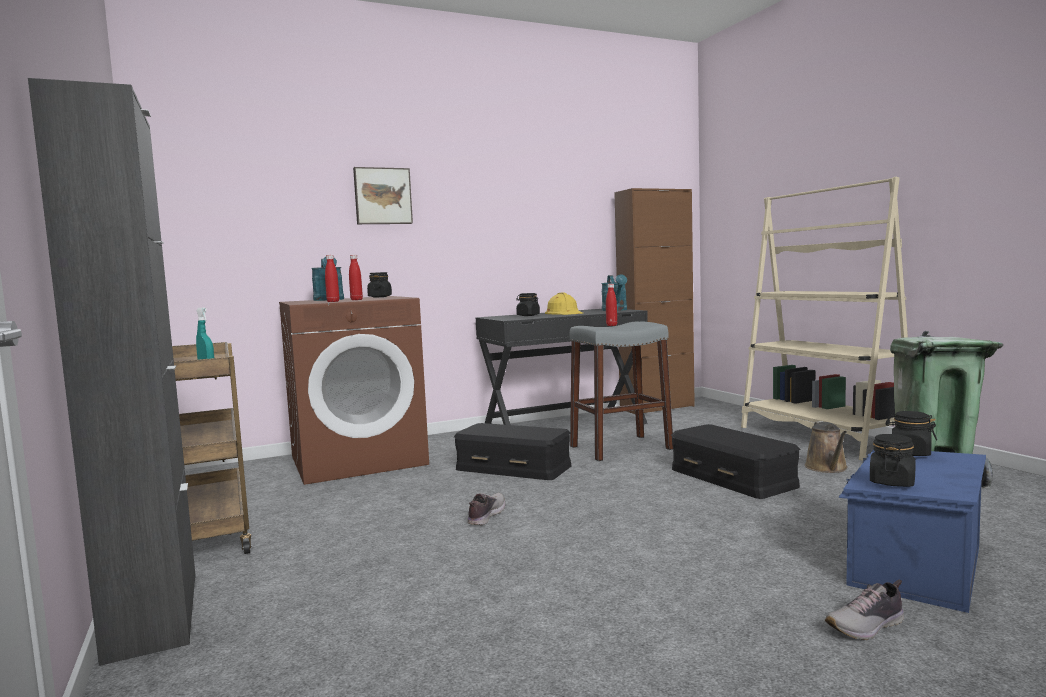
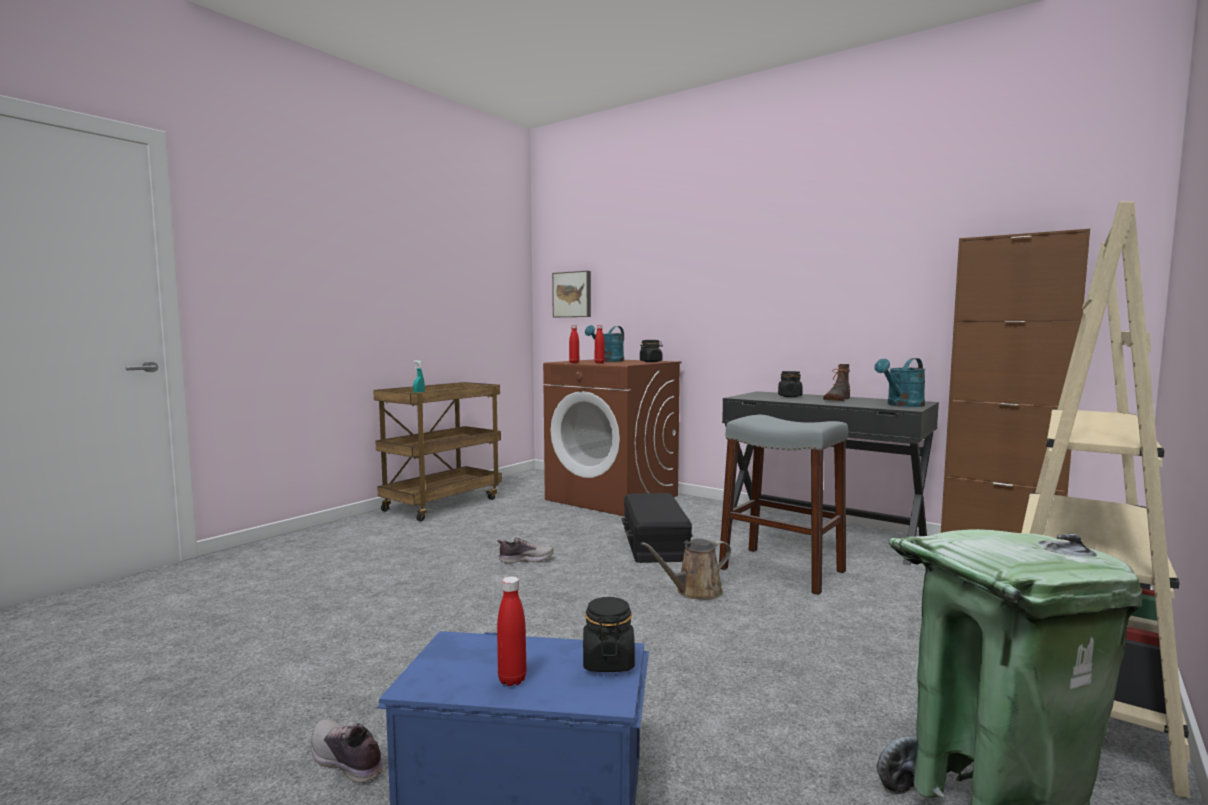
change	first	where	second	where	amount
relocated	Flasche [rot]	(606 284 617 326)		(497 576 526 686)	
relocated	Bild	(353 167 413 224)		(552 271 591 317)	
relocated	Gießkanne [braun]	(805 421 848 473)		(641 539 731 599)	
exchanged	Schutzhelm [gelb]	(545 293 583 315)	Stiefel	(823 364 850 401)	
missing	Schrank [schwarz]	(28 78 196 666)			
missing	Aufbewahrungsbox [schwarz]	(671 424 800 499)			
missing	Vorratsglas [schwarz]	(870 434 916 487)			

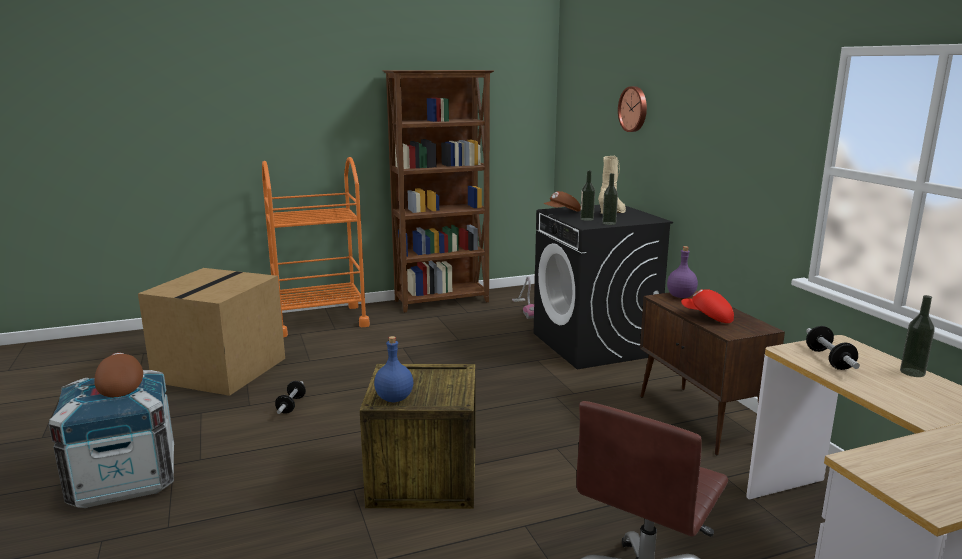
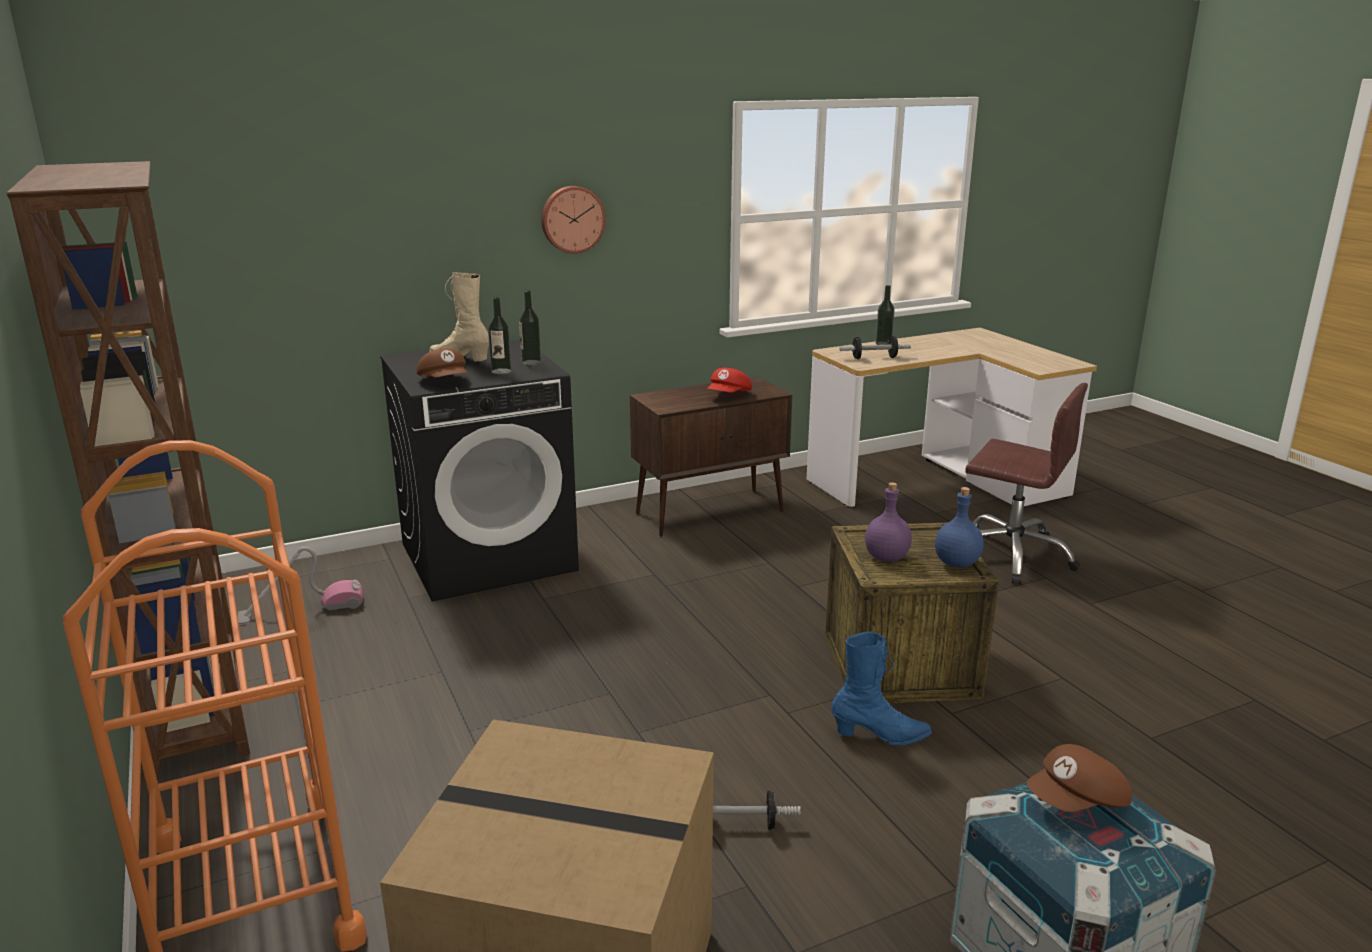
change	first	where	second	where	amount
relocated	Wanduhr	(618 86 647 132)		(541 186 606 254)	
appeared			Stiefel [blau]	(831 632 932 745)	
relocated	Flasche [lila]	(667 246 698 298)		(865 482 912 562)	

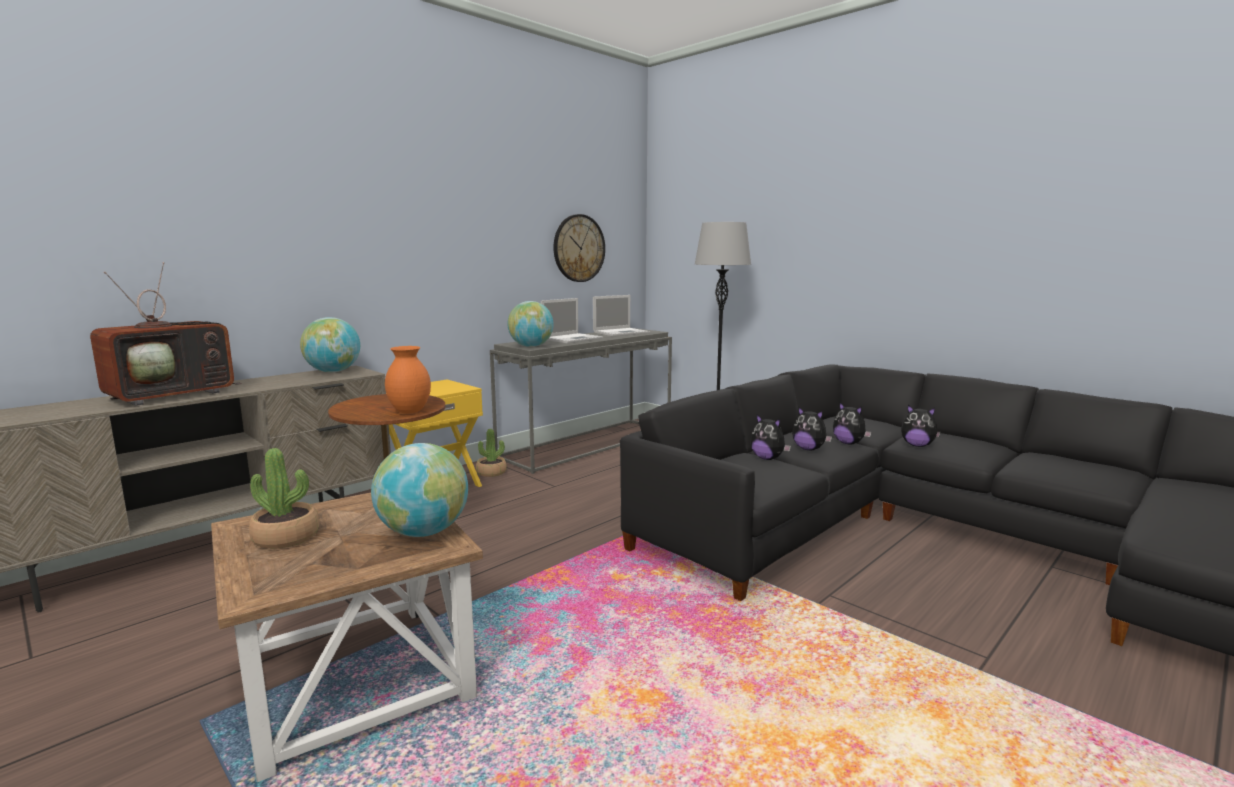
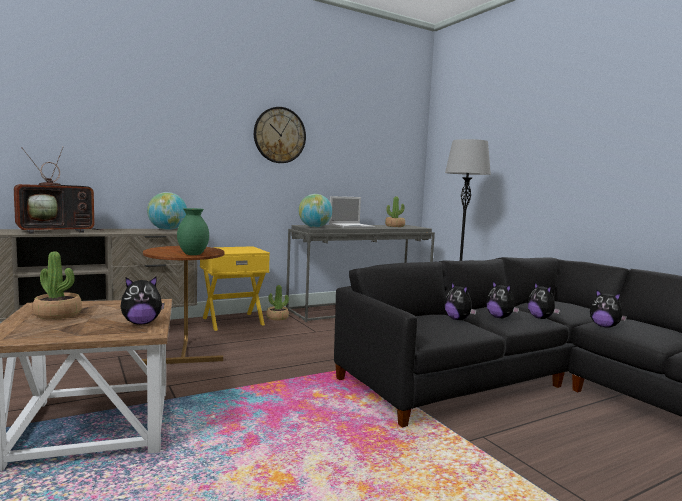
change	first	where	second	where	amount
exchanged	Globus	(371 443 468 537)	Plüschtier	(121 276 165 324)	
colour	Vase [orange]	(385 346 431 414)	Vase [grün]	(177 208 209 255)	
relocated	Wanduhr	(553 214 605 282)		(254 107 306 163)	
exchanged	Laptop	(593 295 650 336)	Topfpflanze	(385 196 405 227)	

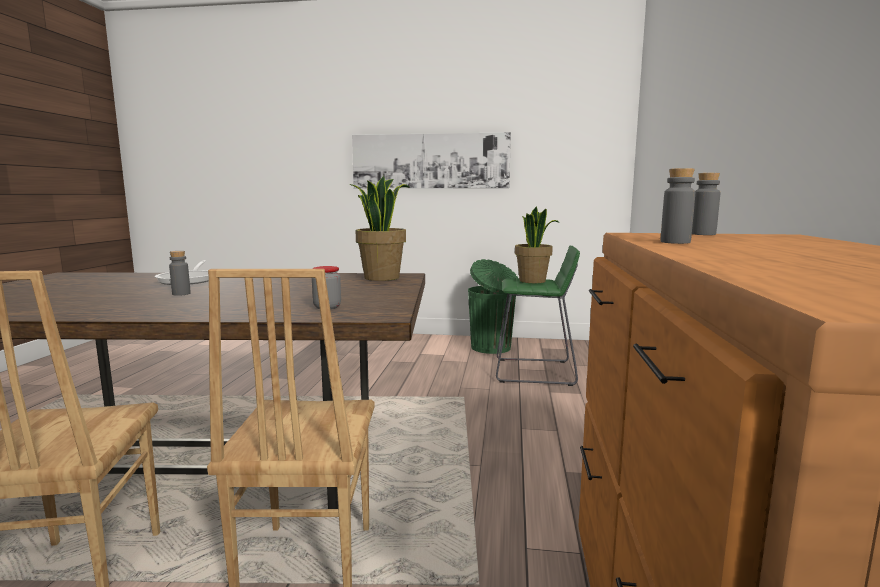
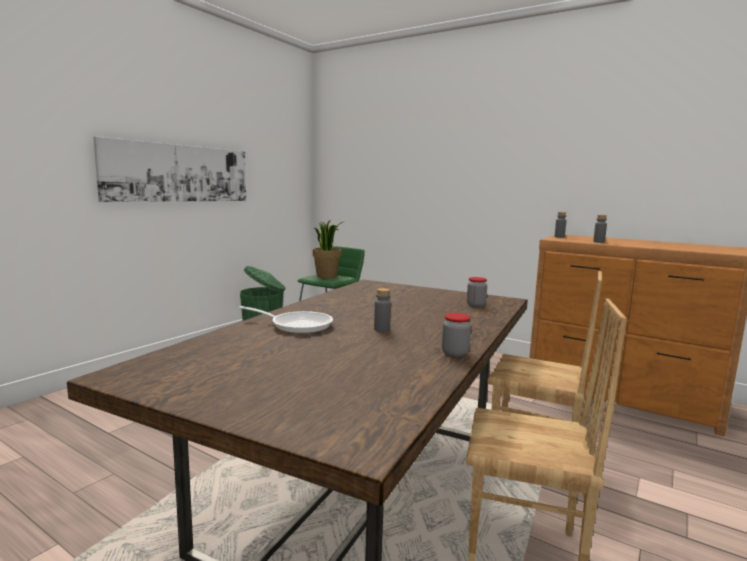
change	first	where	second	where	amount
appeared			Vorratsglas	(442 313 471 357)	
missing	Topfpflanze	(350 176 409 281)			

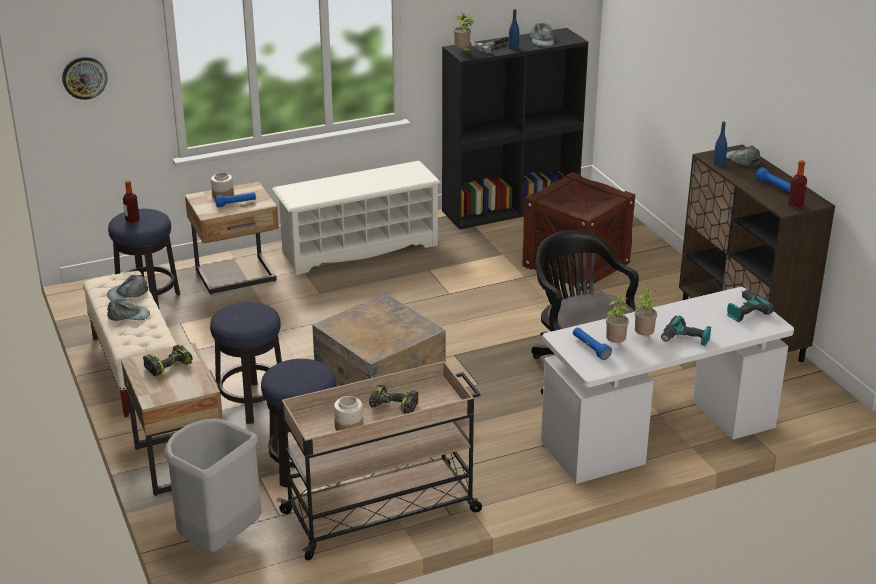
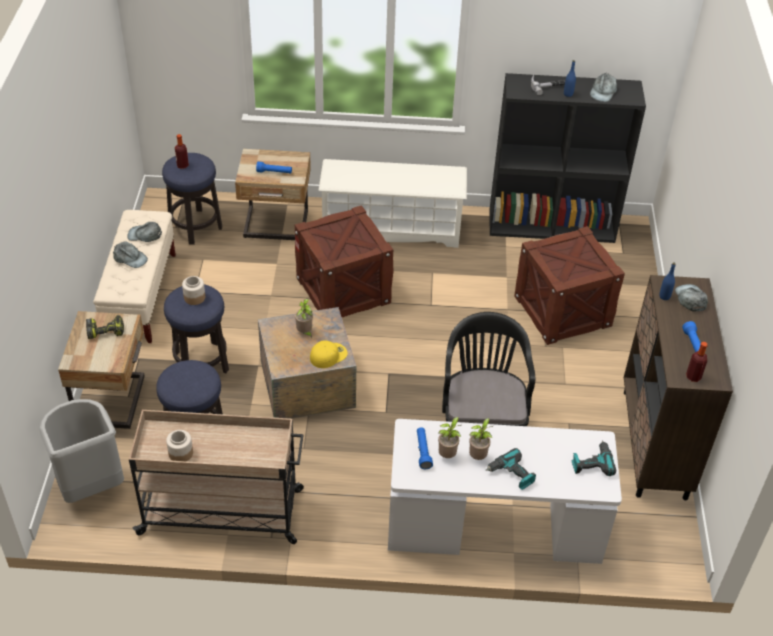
change	first	where	second	where	amount
relocated	Vorratsglas	(211 172 234 199)		(182 276 205 305)	
appeared			Kiste	(295 205 393 317)	
relocated	Topfpflanze	(453 13 474 52)		(295 299 313 339)	
appeared			Kappe [gelb]	(310 340 348 368)	
missing	Wanduhr	(62 57 107 100)			
missing	Bohrmaschine	(369 385 418 414)			

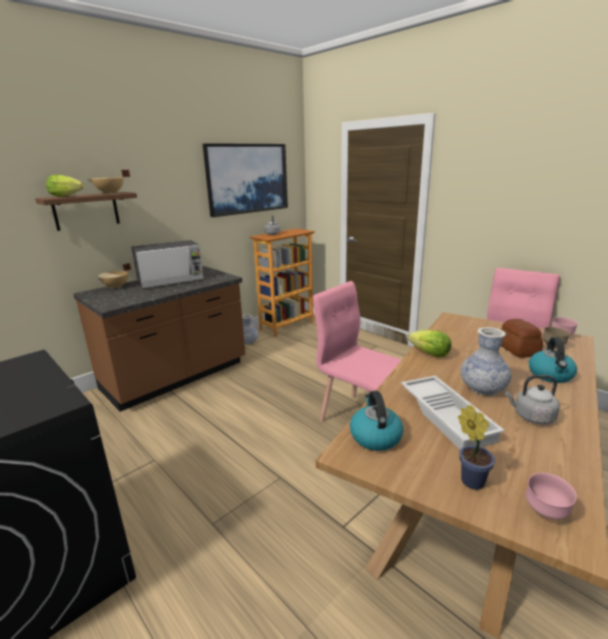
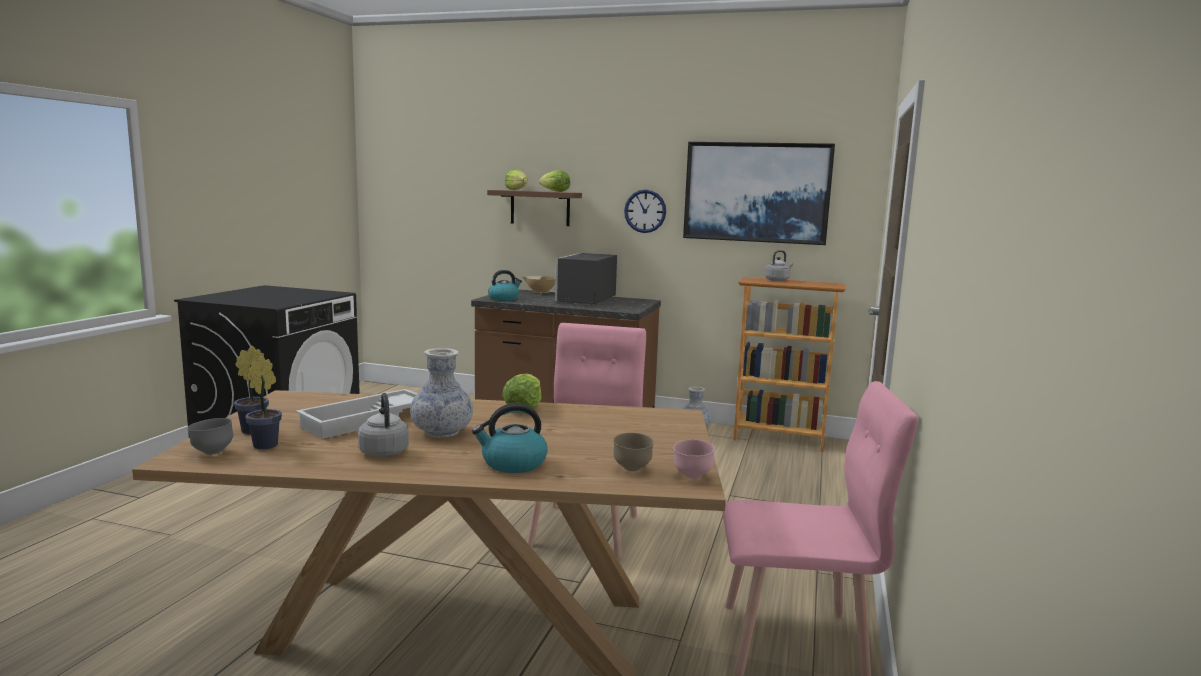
change	first	where	second	where	amount
colour	Schüssel [rosa]	(526 473 577 519)	Schüssel [grau]	(187 418 233 455)	
appeared			Topfpflanze	(245 356 282 449)	
relocated	Wasserkessel	(350 391 403 451)		(488 270 522 301)	
exchanged	Kochtopf [beige]	(88 170 130 194)	Salatkopf	(539 170 570 192)	
spun	Mikrowelle	(132 240 204 288)		(555 253 617 305)	75 degrees clockwise
appeared			Wanduhr	(624 190 666 233)	
missing	Brot	(500 319 543 358)			

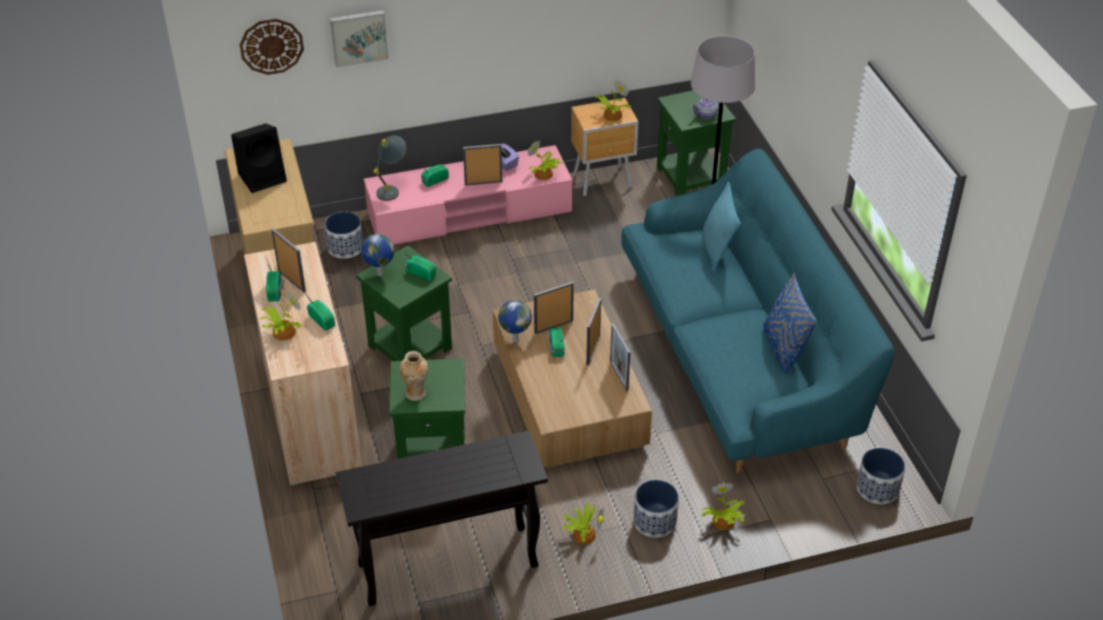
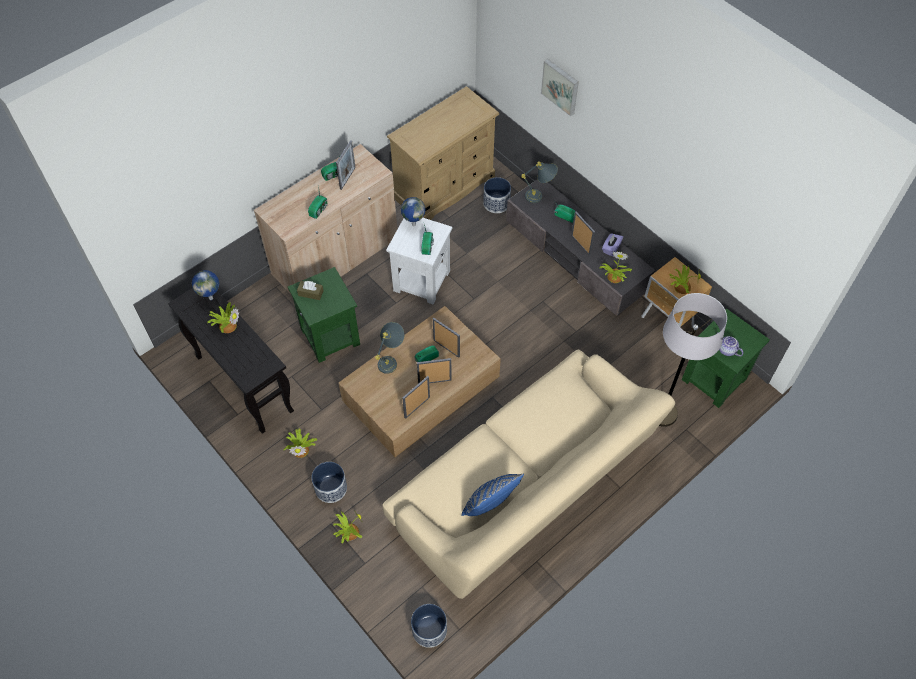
change	first	where	second	where	amount
relocated	Globus	(498 300 532 342)		(192 270 219 300)	
relocated	Topfpflanze	(261 292 301 341)		(207 302 239 333)	
exchanged	Vase	(400 351 428 401)	Taschentuchbox [braun]	(297 281 324 300)	
appeared			Tischlampe [grau]	(375 322 405 374)	
colour	Sofa [türkis]	(621 149 895 474)	Sofa [beige]	(382 350 675 599)	
colour	Beistelltisch [grün]	(356 246 452 361)	Beistelltisch [weiß]	(386 218 452 305)	
colour	Fernsehschrank [rosa]	(364 145 572 245)	Fernsehschrank [grau]	(506 179 655 316)	
missing	Lautsprecher [schwarz]	(231 123 287 193)			
missing	Wanduhr	(240 19 304 75)			
missing	Kissen [türkis]	(703 182 741 272)			

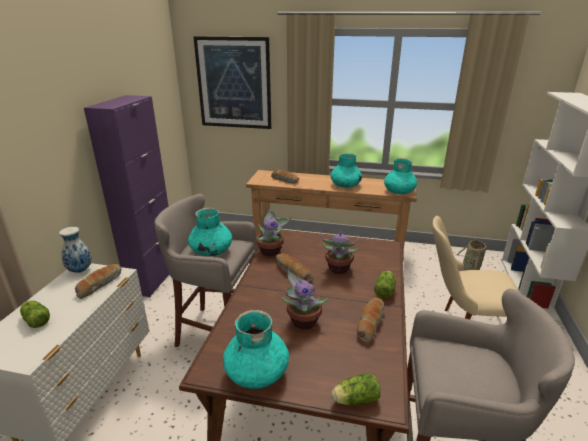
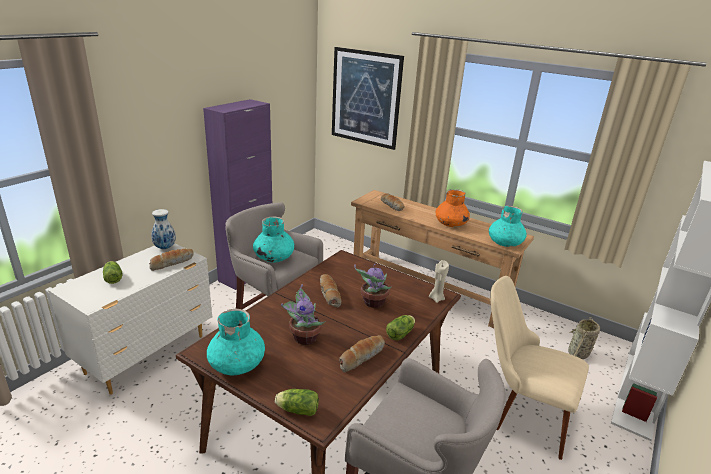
change	first	where	second	where	amount
appeared			Kerze [beige]	(429 260 449 303)	
colour	Vase [türkis]	(331 153 362 188)	Vase [orange]	(436 189 470 227)	
missing	Topfpflanze	(256 207 291 256)			

